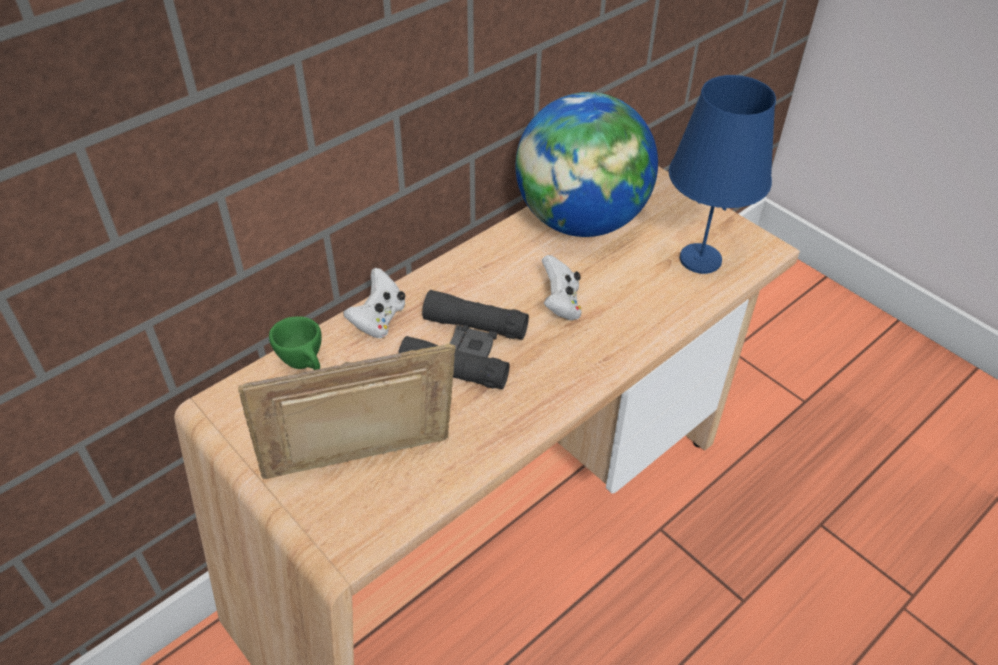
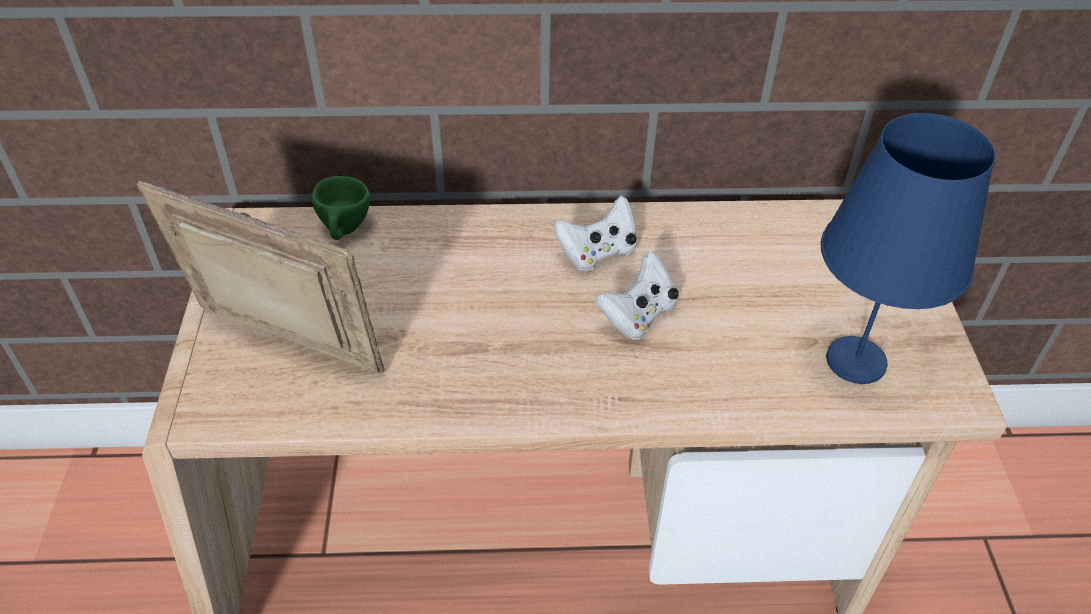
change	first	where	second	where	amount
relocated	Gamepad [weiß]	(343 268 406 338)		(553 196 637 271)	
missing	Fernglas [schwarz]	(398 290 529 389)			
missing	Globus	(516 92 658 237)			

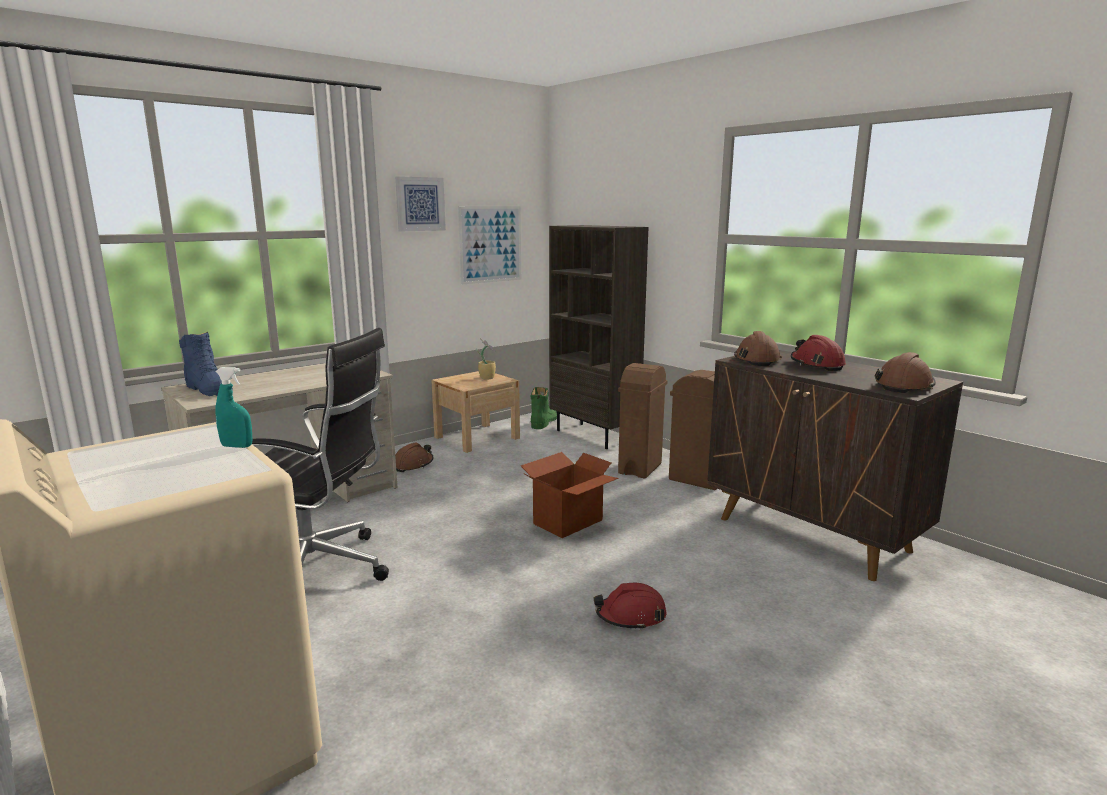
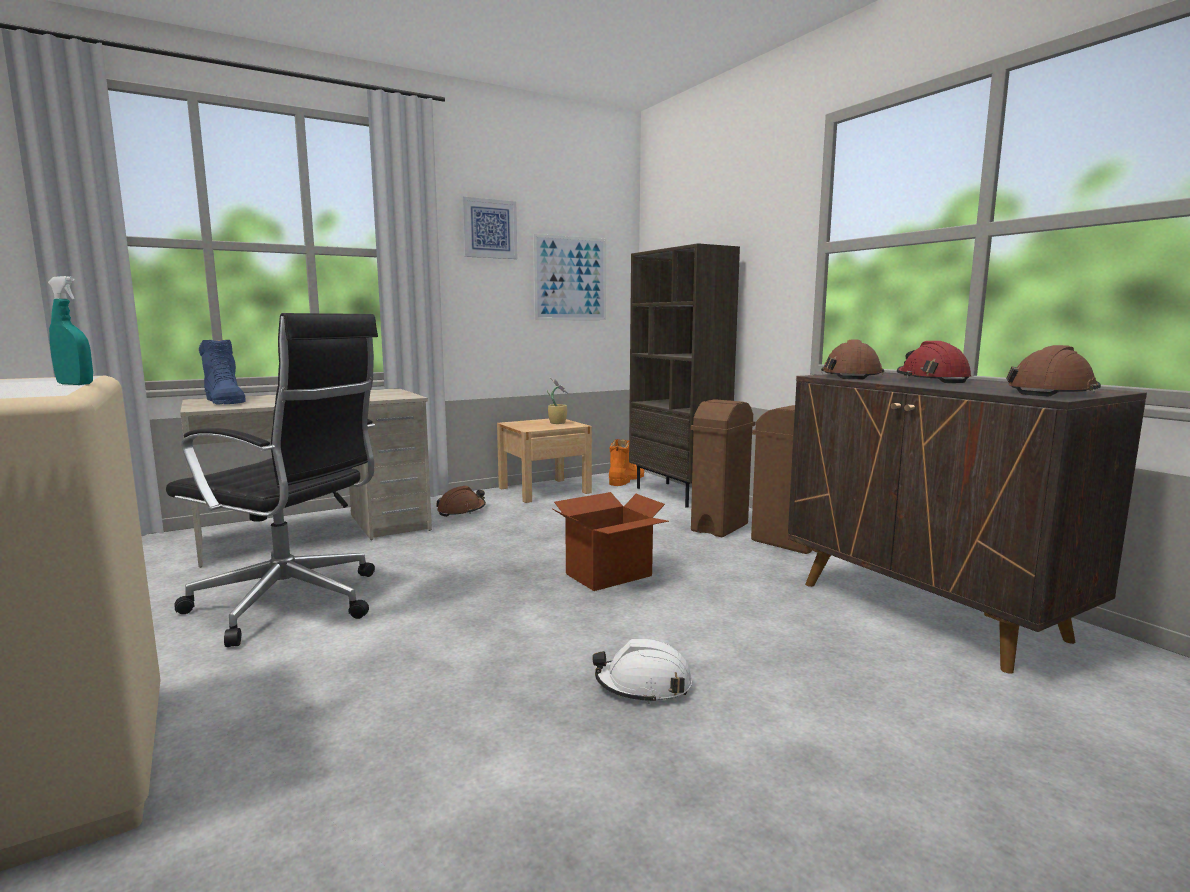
change	first	where	second	where	amount
colour	Schutzhelm [rot]	(594 583 667 631)	Schutzhelm [weiß]	(592 639 692 704)	
colour	Stiefel [grün]	(530 387 557 429)	Stiefel [orange]	(609 439 644 486)	

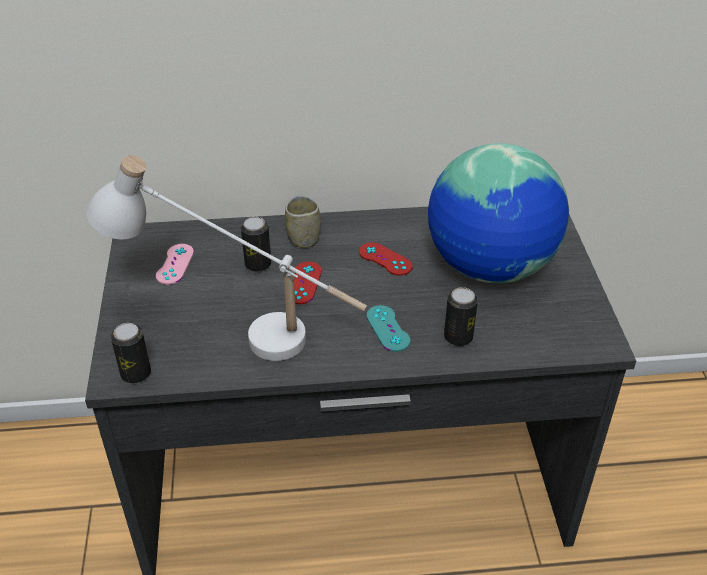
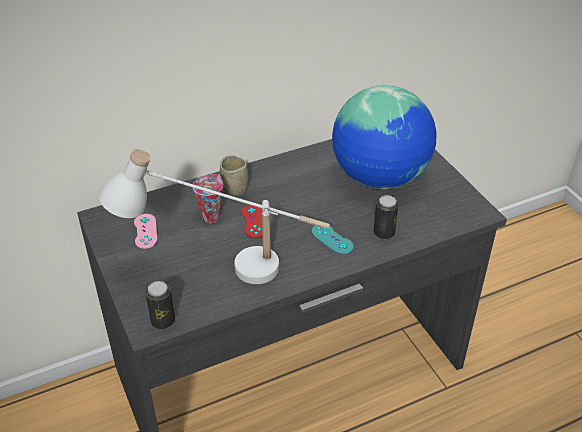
change	first	where	second	where	amount
exchanged	Dose	(241 217 271 272)	Tasse	(193 174 223 223)	
missing	Gamepad [rot]	(359 243 413 275)			

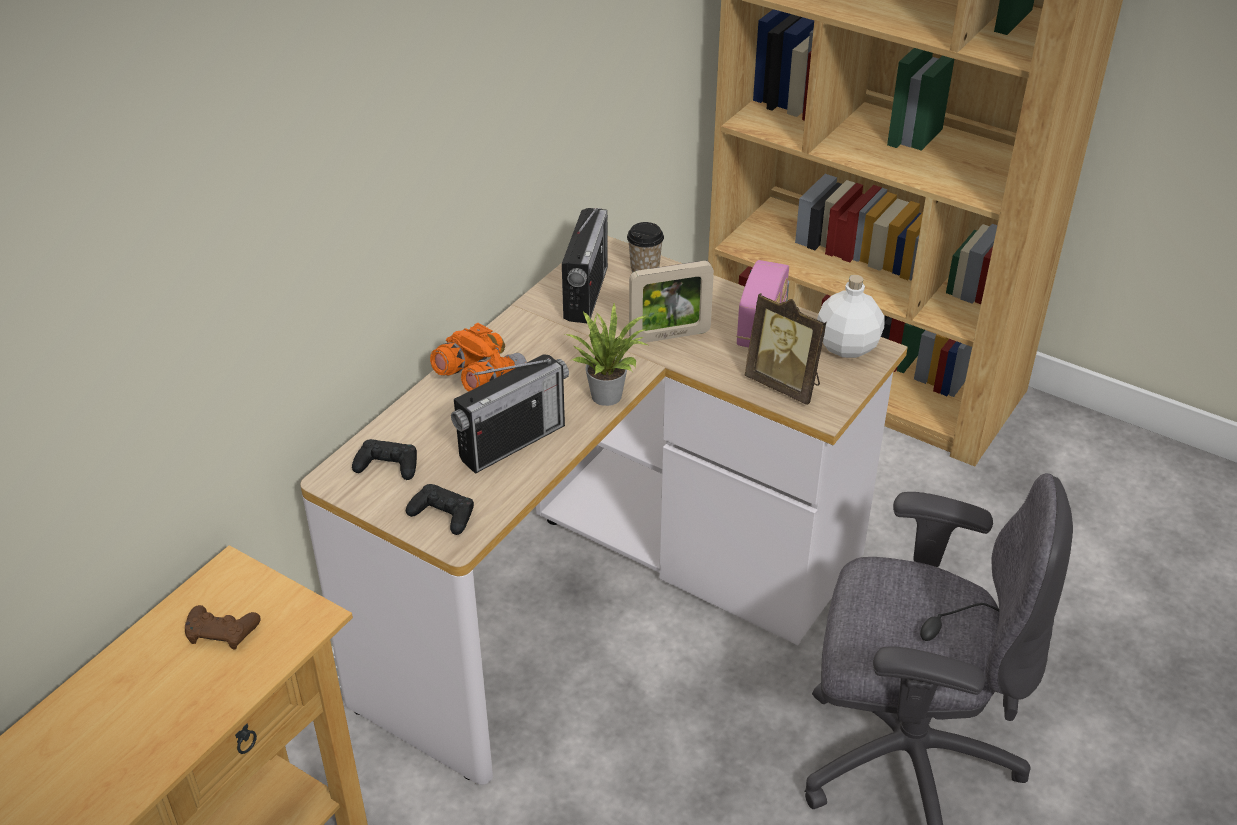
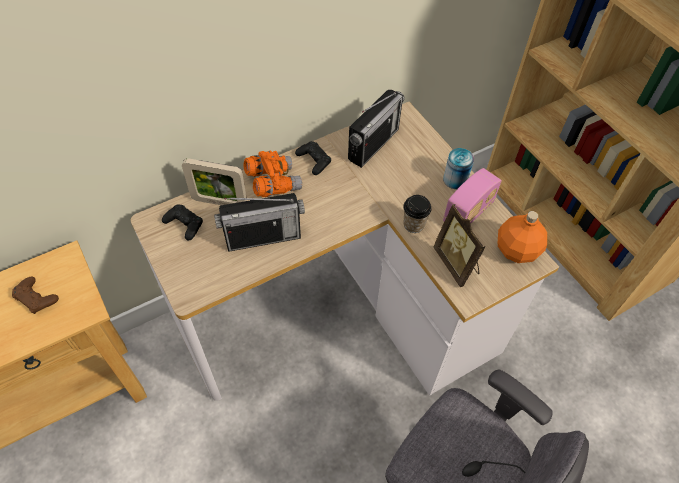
change	first	where	second	where	amount
relocated	Bilderrahmen	(629 261 714 343)		(182 158 247 205)	
relocated	Gamepad [schwarz]	(406 484 474 535)		(295 141 331 175)	
relocated	Tasse	(627 222 664 272)		(403 195 432 233)	
appeared			Dose	(443 148 474 189)	
colour	Flasche [weiß]	(817 275 884 358)	Flasche [orange]	(498 211 547 263)	
missing	Topfpflanze	(565 302 648 406)			

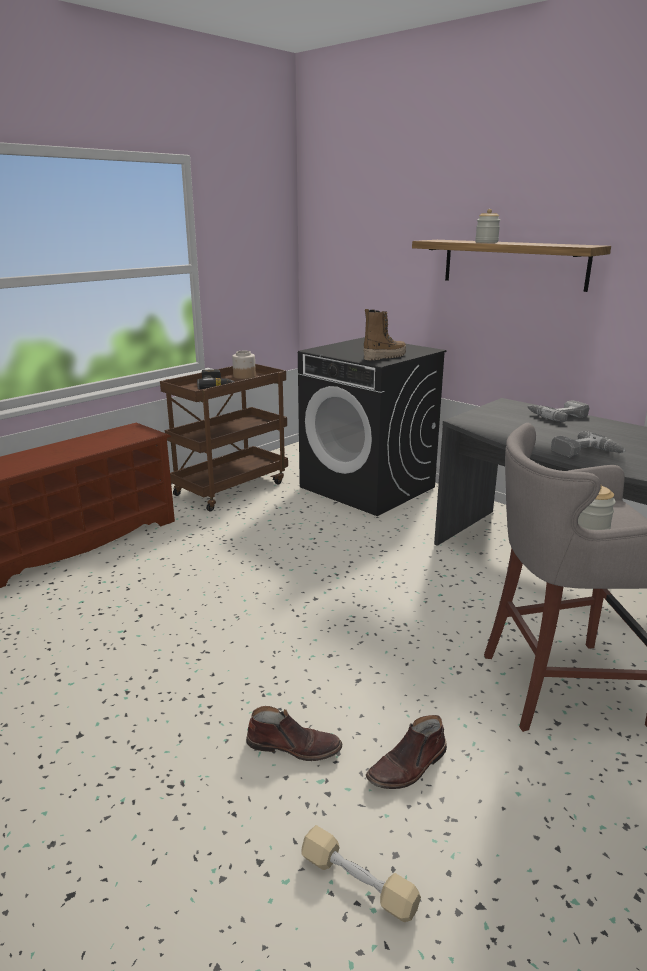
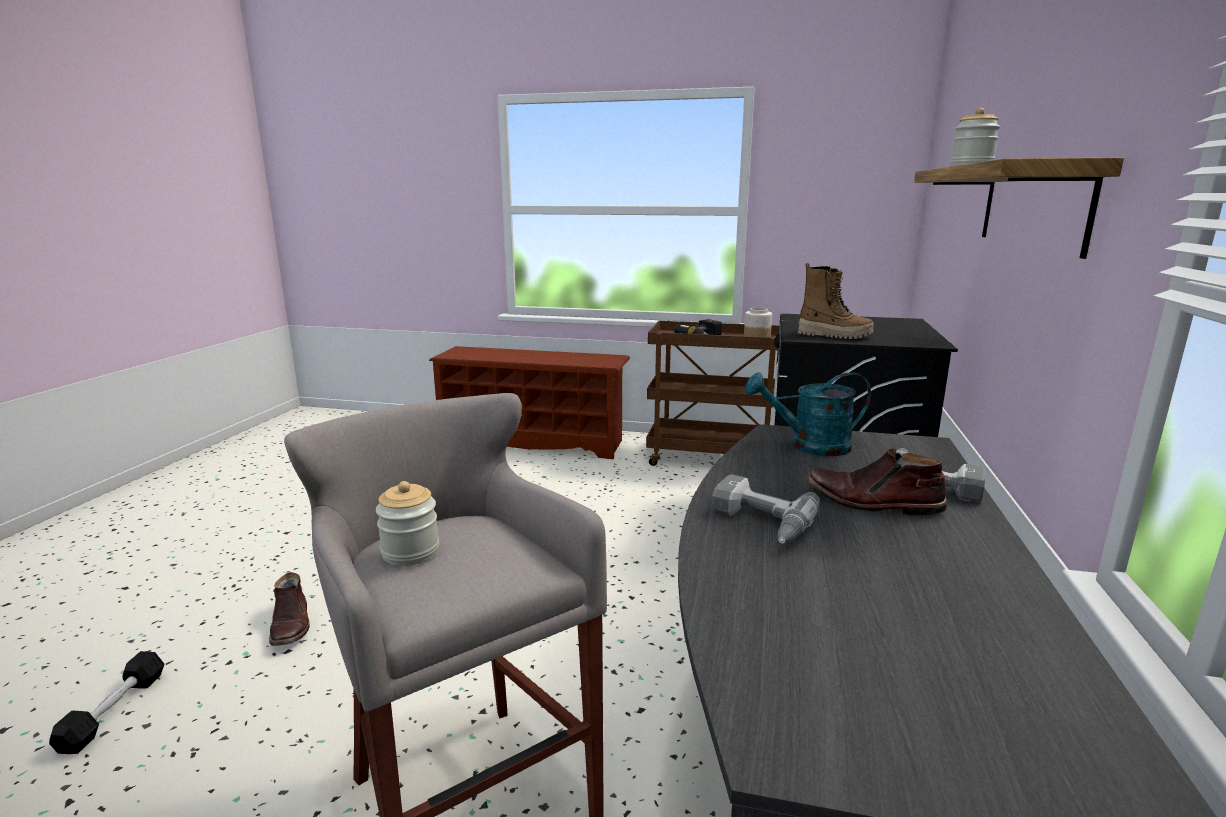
change	first	where	second	where	amount
colour	Hantel [beige]	(301 825 421 922)	Hantel [schwarz]	(49 651 165 754)	
appeared			Gießkanne [türkis]	(745 372 871 456)	
relocated	Stiefel [braun]	(366 715 447 789)		(806 448 947 516)	

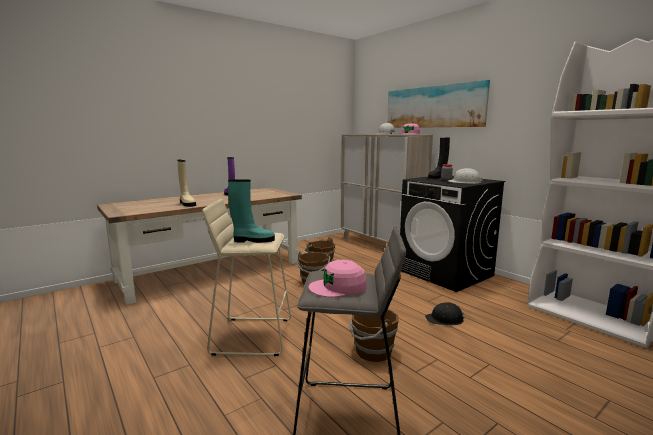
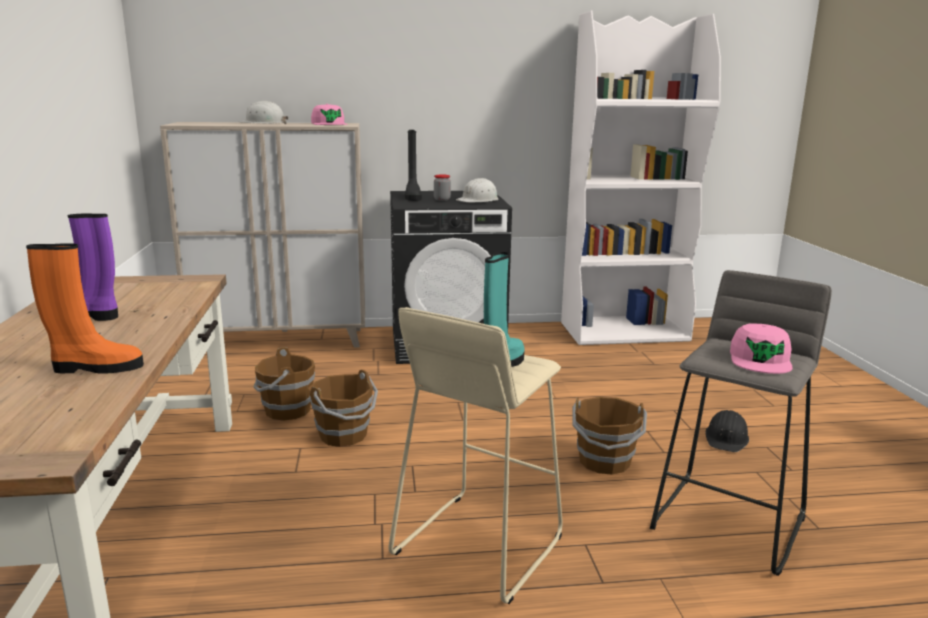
change	first	where	second	where	amount
colour	Stiefel [beige]	(177 160 196 207)	Stiefel [orange]	(26 243 144 374)	
relocated	Schutzhelm [schwarz]	(425 302 464 325)		(705 410 749 452)	
missing	Bild	(387 80 490 128)			

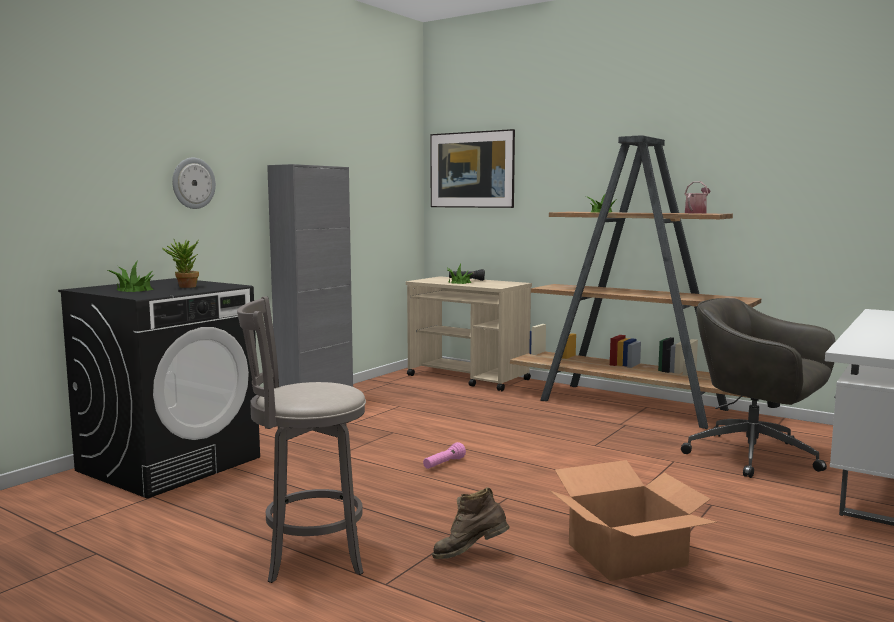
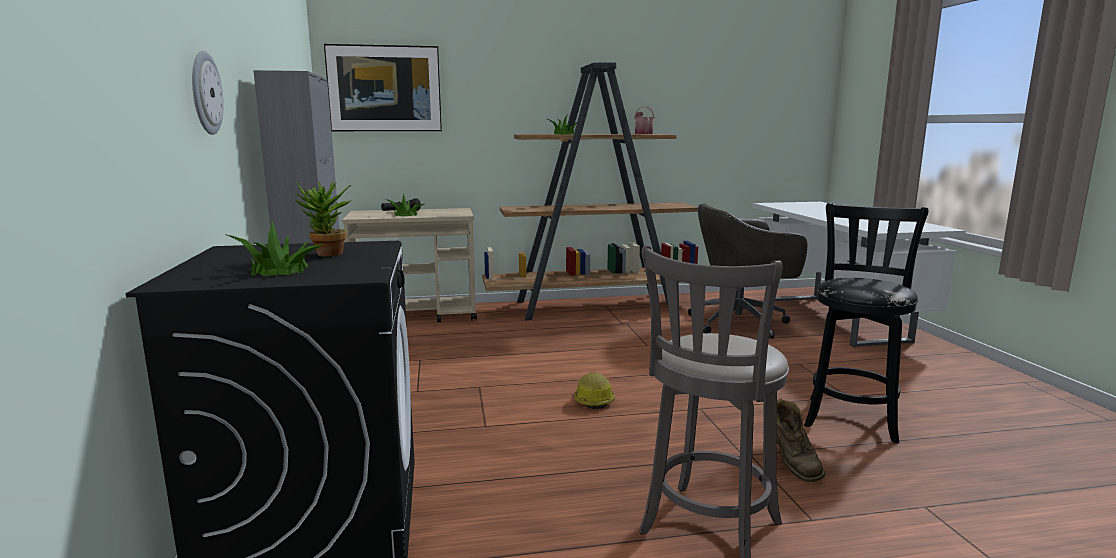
change	first	where	second	where	amount
exchanged	Taschenlampe [rosa]	(423 442 466 469)	Schutzhelm	(574 372 615 409)	
spun	Stiefel [braun]	(432 487 510 559)		(777 398 825 482)	45 degrees counterclockwise
exchanged	Karton	(550 460 718 581)	Hocker [schwarz]	(804 203 928 444)	

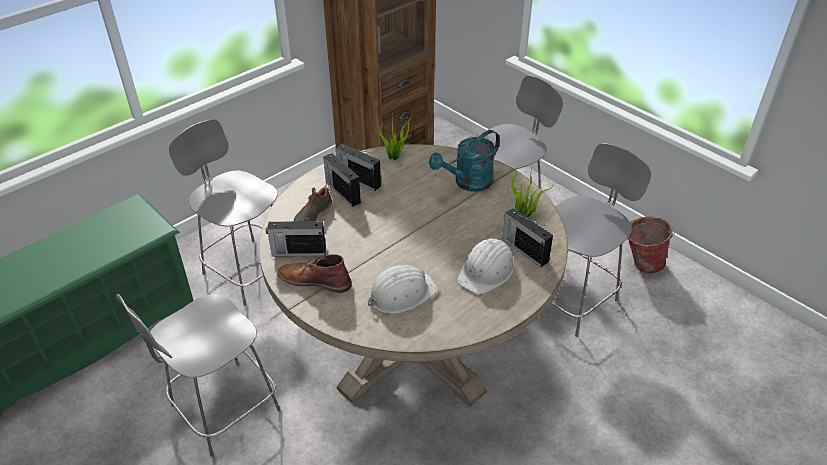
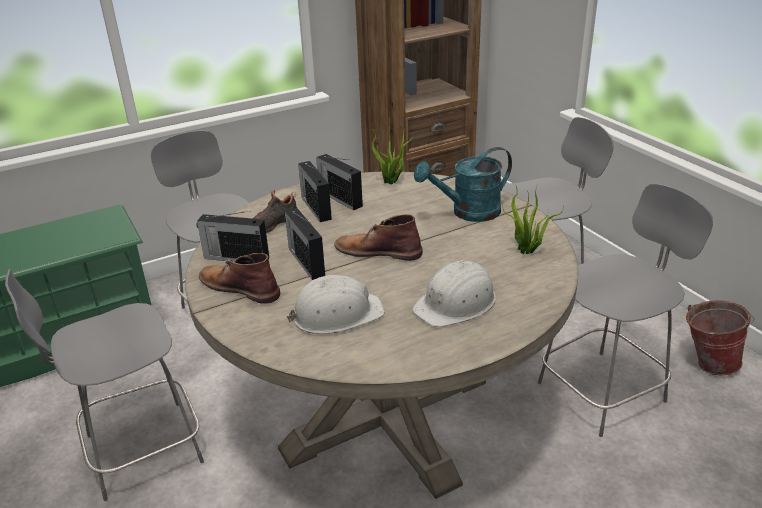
change	first	where	second	where	amount
relocated	Radio	(502 208 553 267)		(285 208 325 280)	
appeared			Stiefel [braun]	(334 214 423 261)	

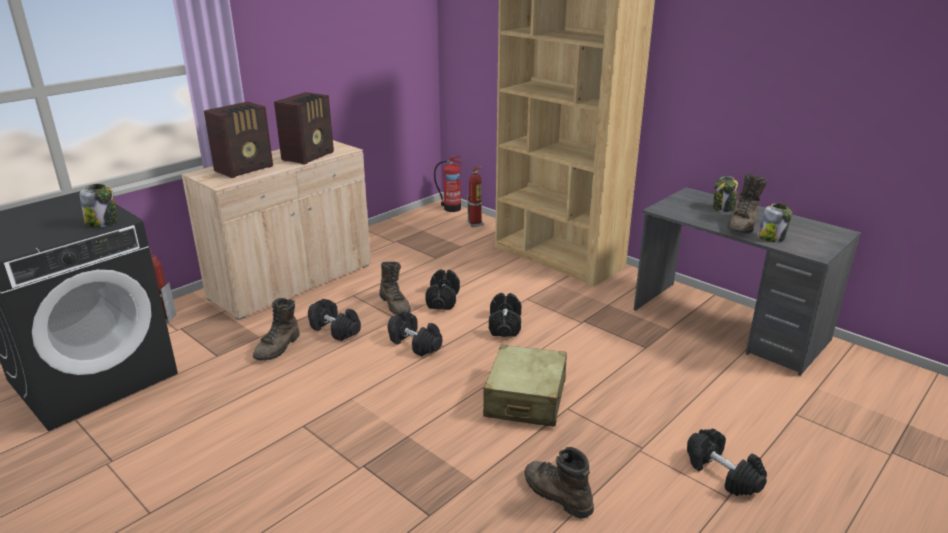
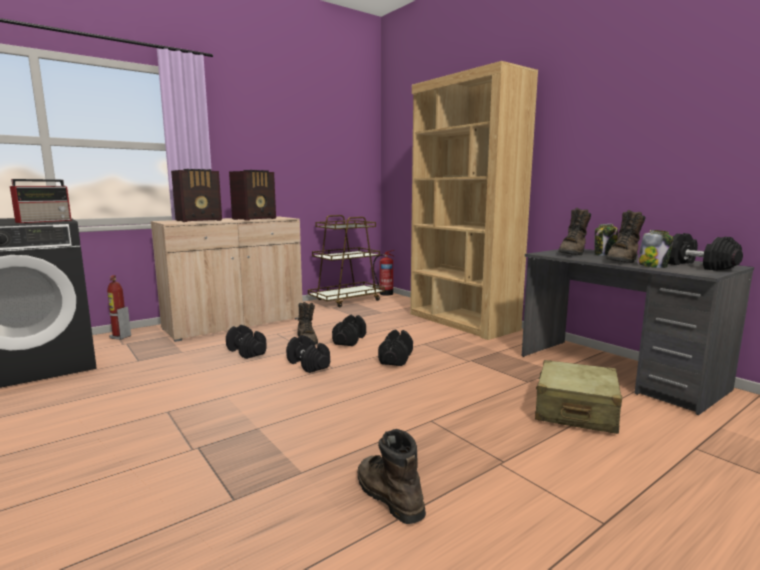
change	first	where	second	where	amount
exchanged	Vorratsglas	(80 184 118 228)	Radio	(10 179 72 223)	
appeared			Rollwagen [braun]	(308 215 385 307)	
relocated	Koffer [beige]	(483 345 567 427)		(535 360 622 434)	
relocated	Stiefel [braun]	(253 298 300 361)		(558 208 591 255)	
relocated	Hantel [schwarz]	(687 429 767 496)		(668 233 743 271)	
missing	Feuerlöscher	(467 166 484 227)			

